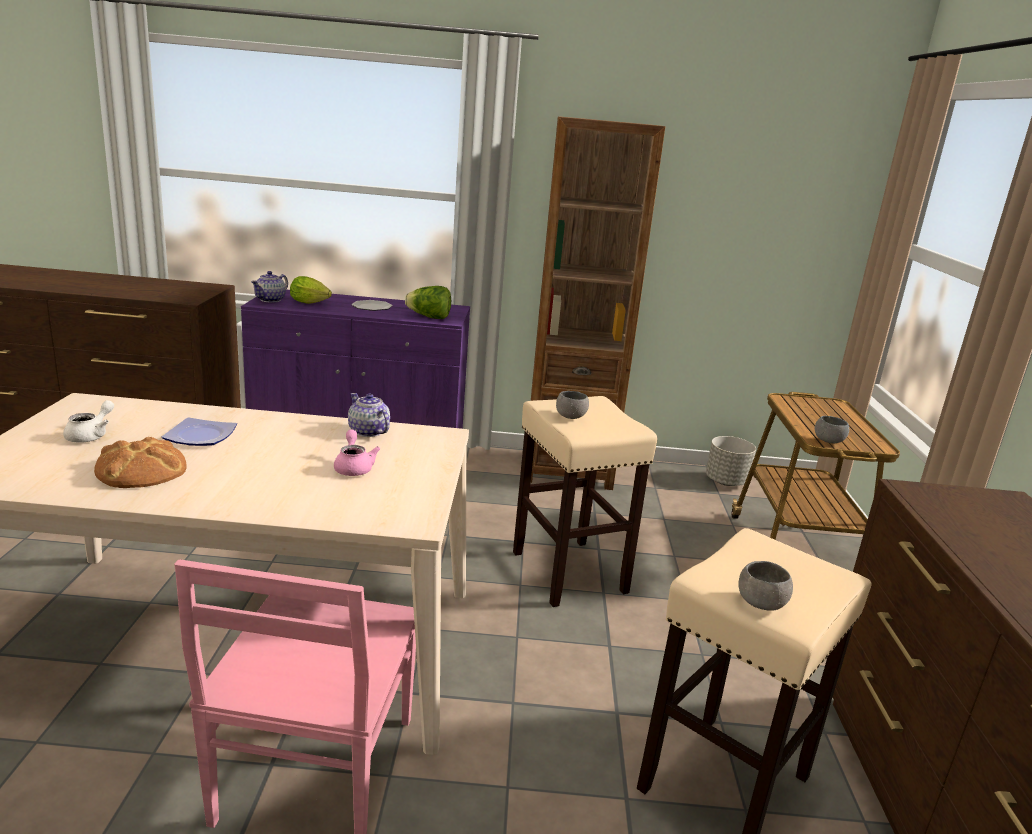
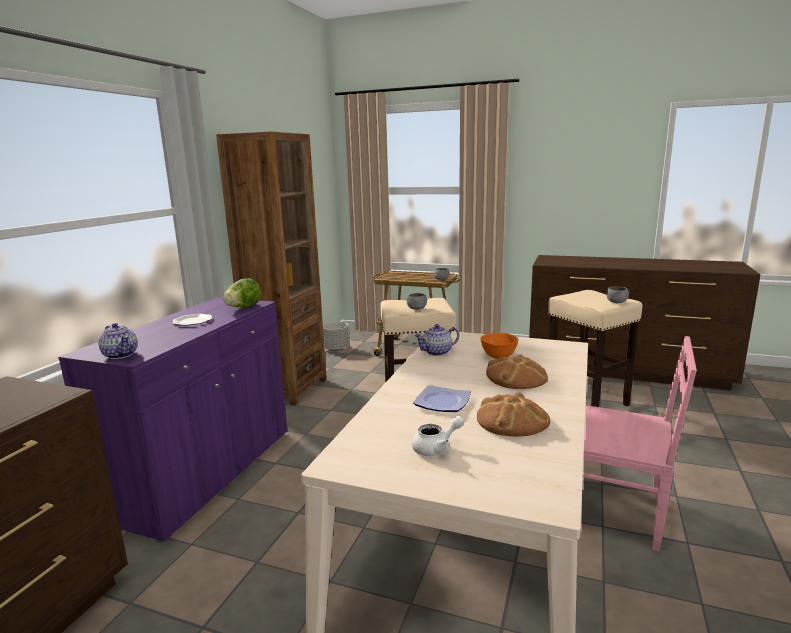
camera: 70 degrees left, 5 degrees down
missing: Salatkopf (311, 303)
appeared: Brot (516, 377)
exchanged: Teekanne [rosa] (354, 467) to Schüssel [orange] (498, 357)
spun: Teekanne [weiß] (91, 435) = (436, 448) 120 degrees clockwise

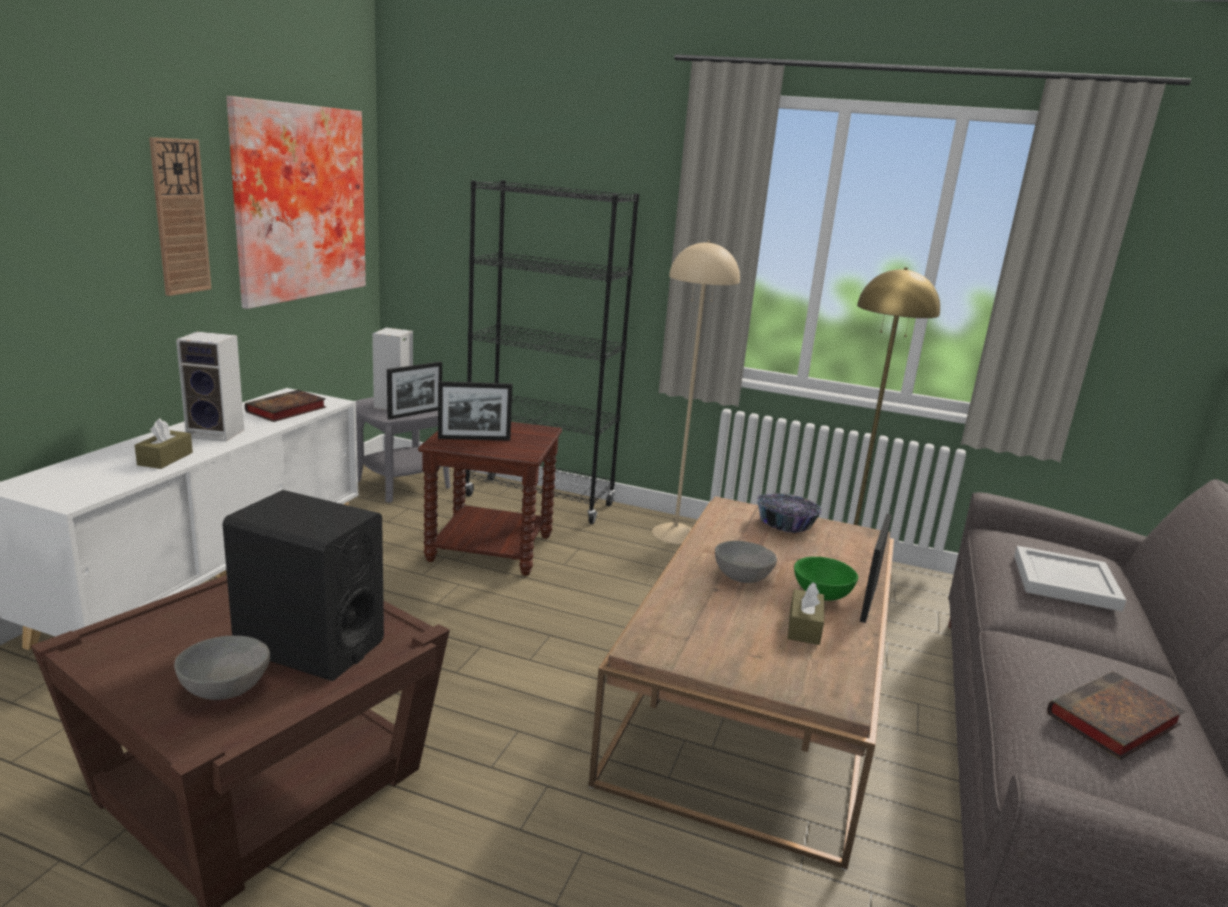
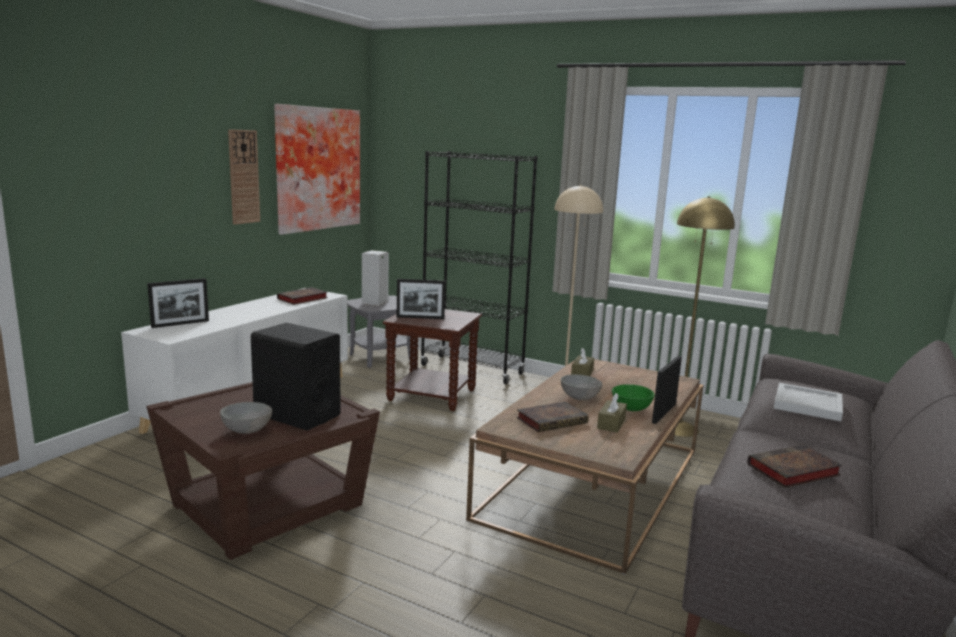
camera: 10 degrees right, 5 degrees down
missing: Lautsprecher (218, 433); Schüssel (786, 524)
appeared: Buch (553, 420)
relocated: Bilderrahmen (415, 414) to (180, 324); Taschentuchbox [braun] (165, 459) to (582, 374)

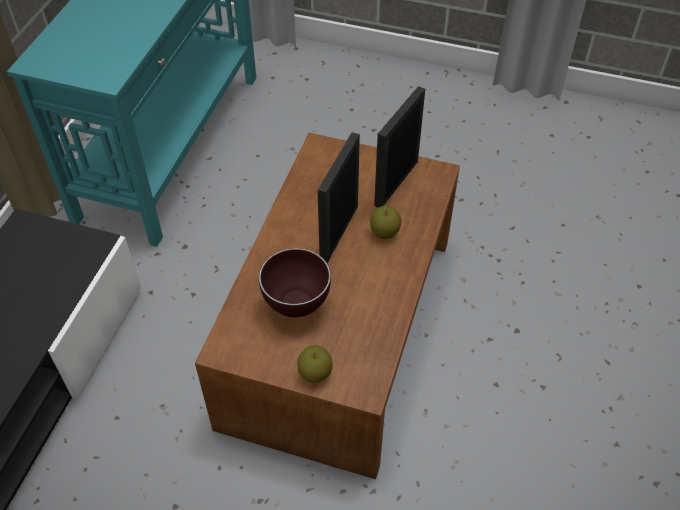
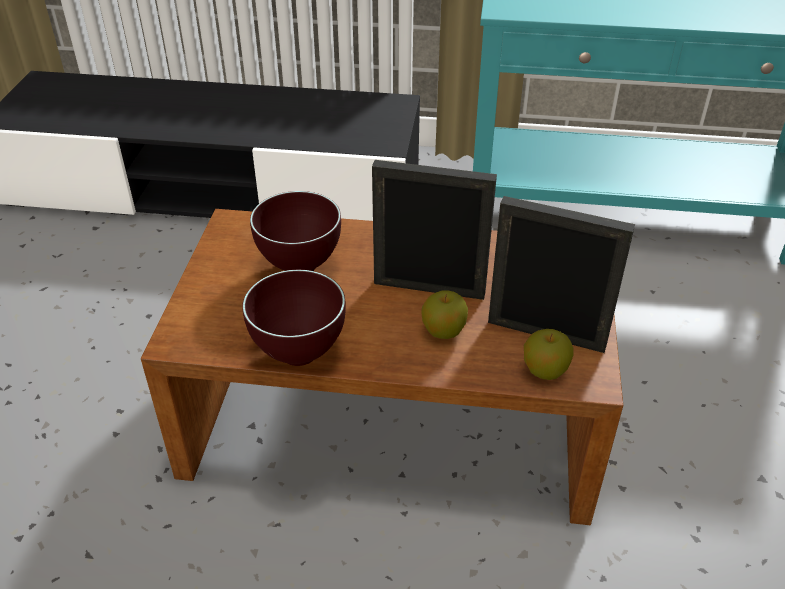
camera: 80 degrees right, 10 degrees down
appeared: Schüssel [braun] (300, 356)
relocated: Apfel (315, 373) to (545, 370)

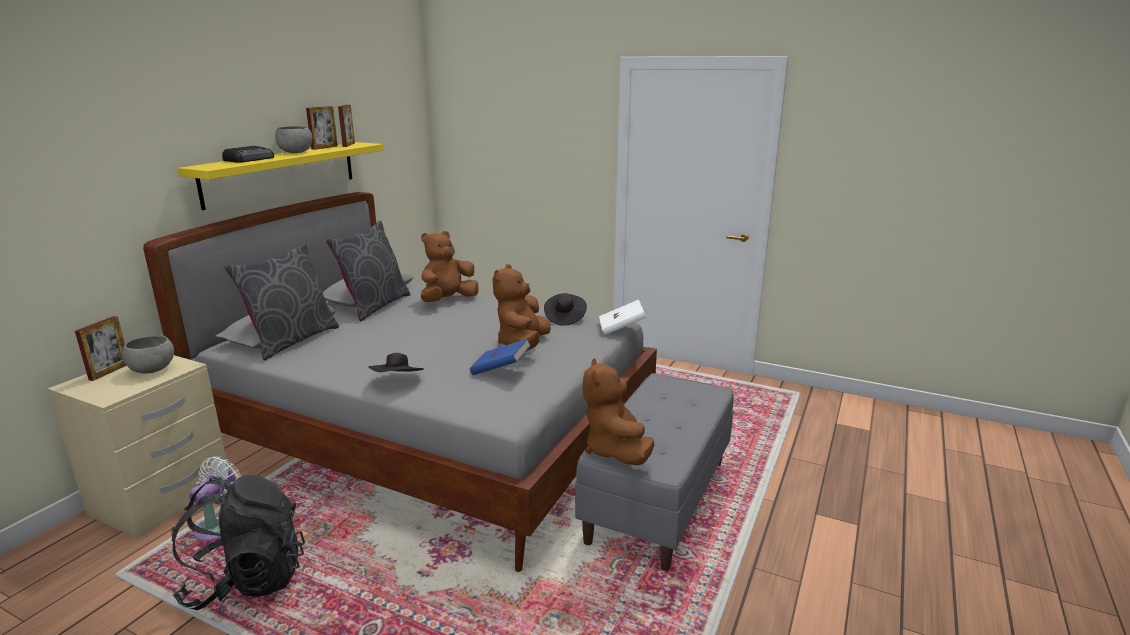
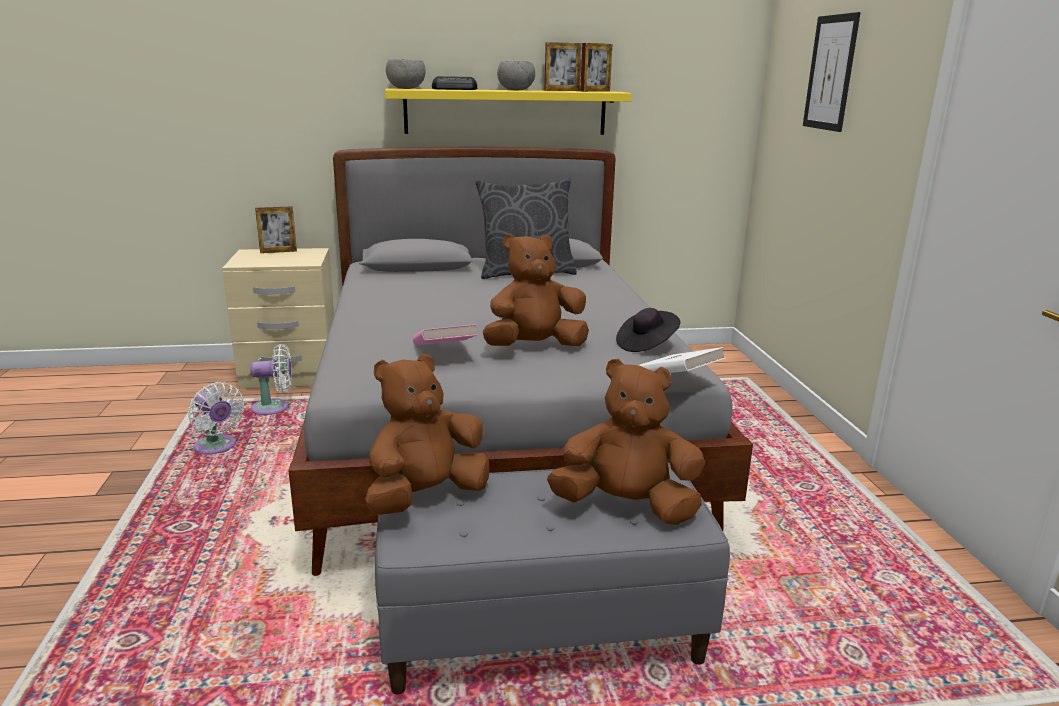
camera: 55 degrees right, 0 degrees up
missing: Kissen [grau] (292, 340); Hut [schwarz] (398, 381)
appeared: Bild (830, 73)
relocated: Schüssel [grau] (152, 370) to (406, 88); Plüschtier [braun] (448, 300) to (626, 506)
exchanged: Rucksack [schwarz] (247, 580) to Ventilator [weiß] (217, 448)
colour: Buch [blau] (500, 370) to Buch [rosa] (444, 352)

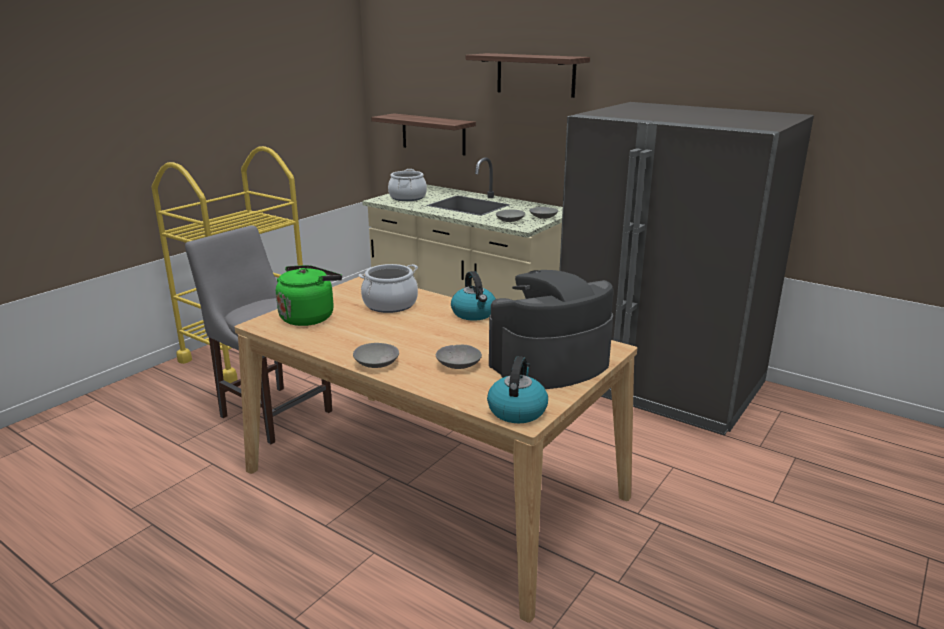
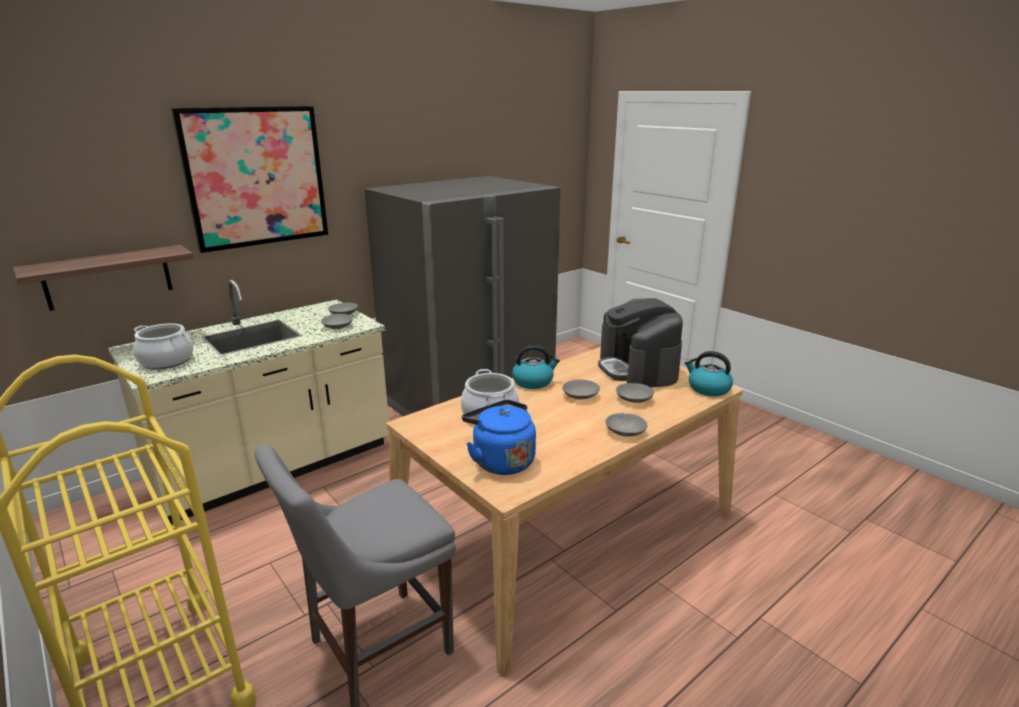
camera: 75 degrees left, 0 degrees up
appeared: Schüssel [grau] (579, 396)
exchanged: Wandregal (535, 75) to Bild (256, 177)
colour: Wasserkessel [grün] (309, 317) to Wasserkessel [blau] (500, 461)

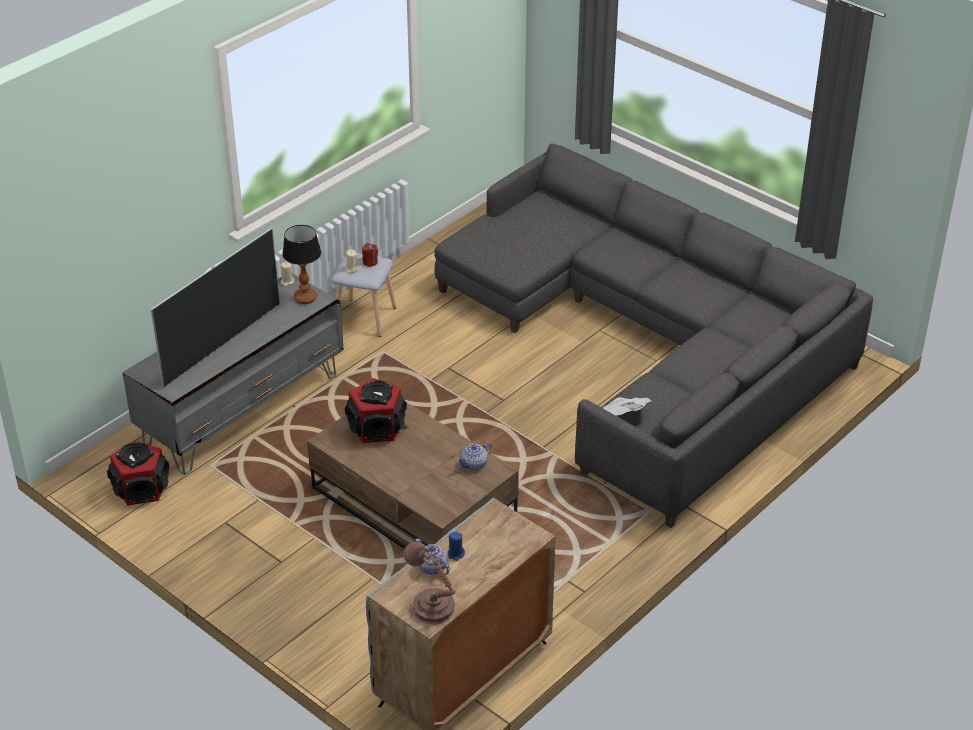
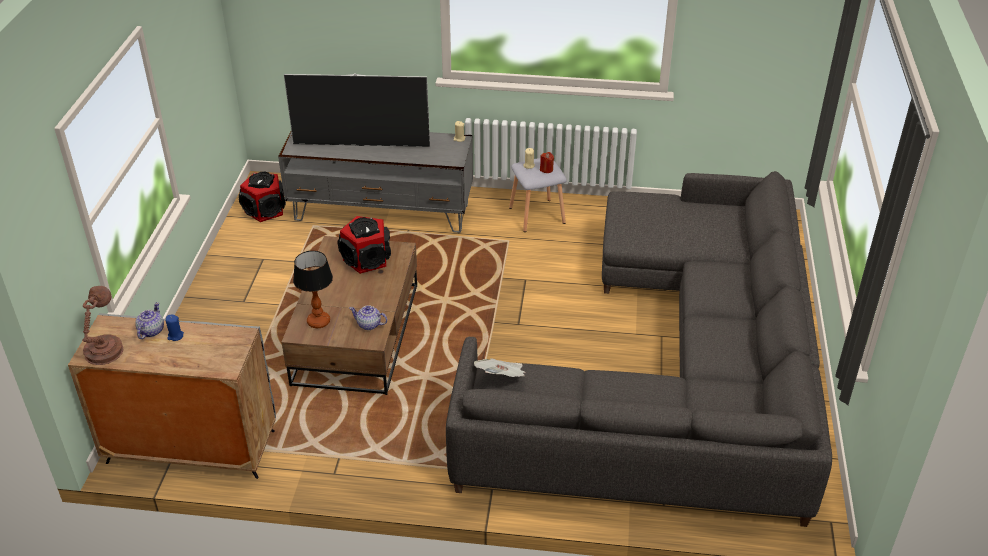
camera: 55 degrees right, 0 degrees up
relocated: Tischlampe (305, 298) to (319, 321)

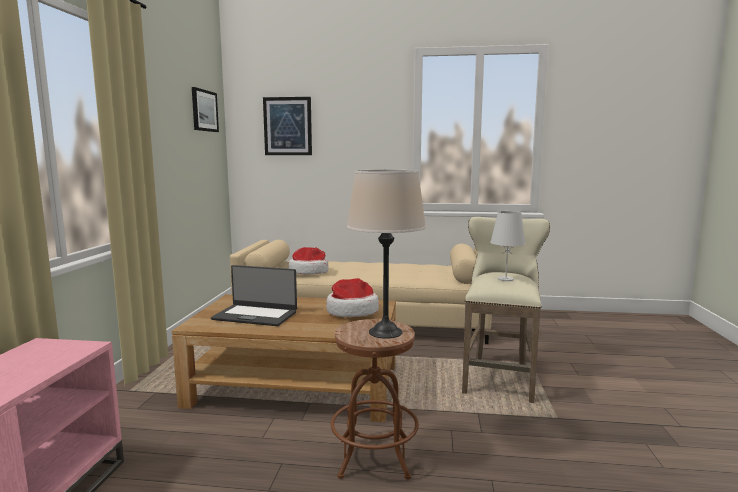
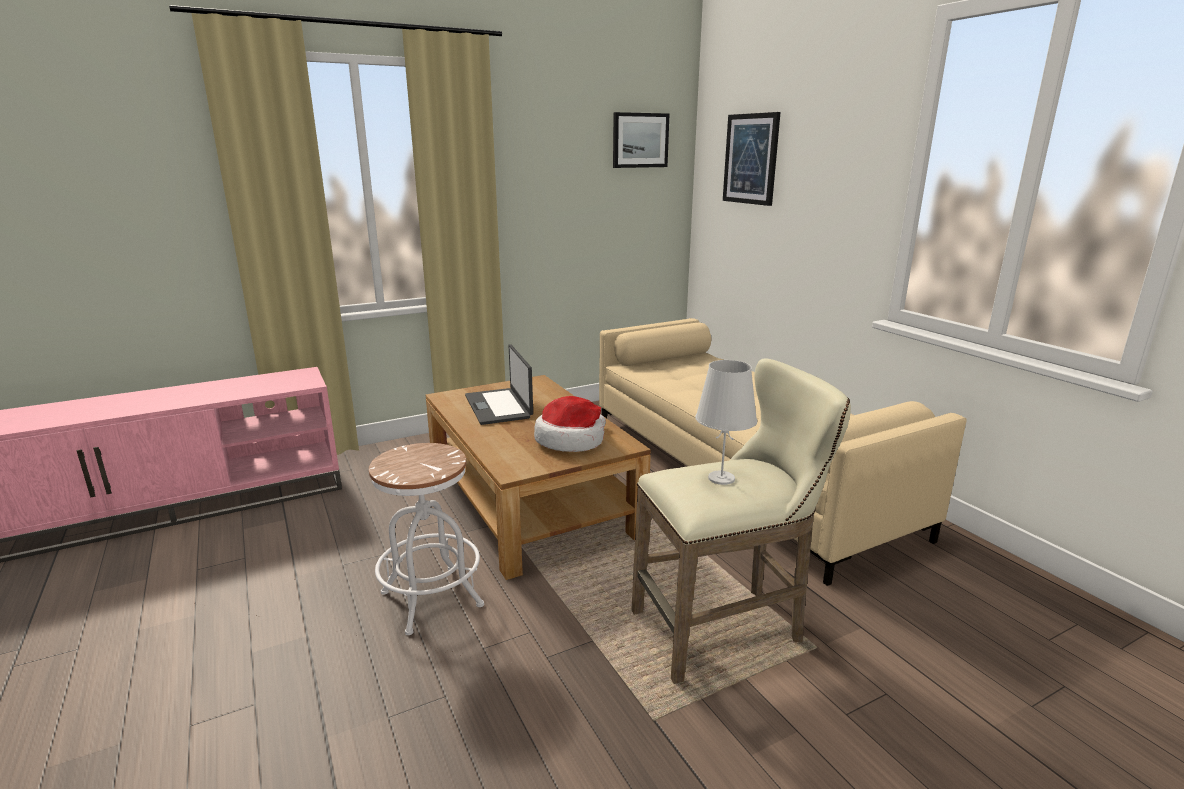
camera: 55 degrees right, 10 degrees up
missing: Hut (309, 272); Tischlampe [beige] (385, 332)
colour: Hocker [braun] (374, 457) to Hocker [weiß] (432, 599)

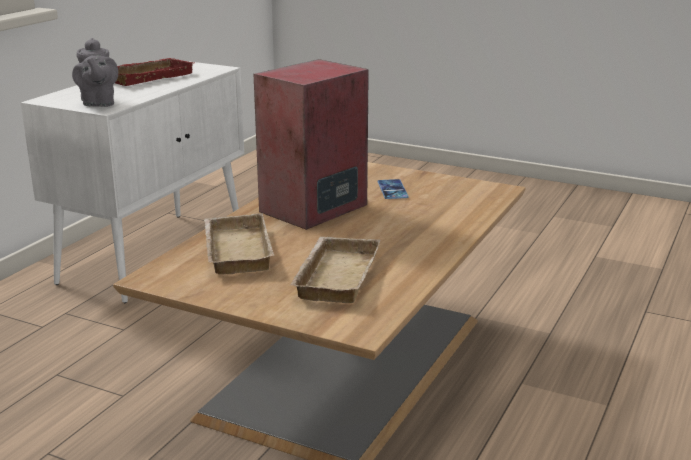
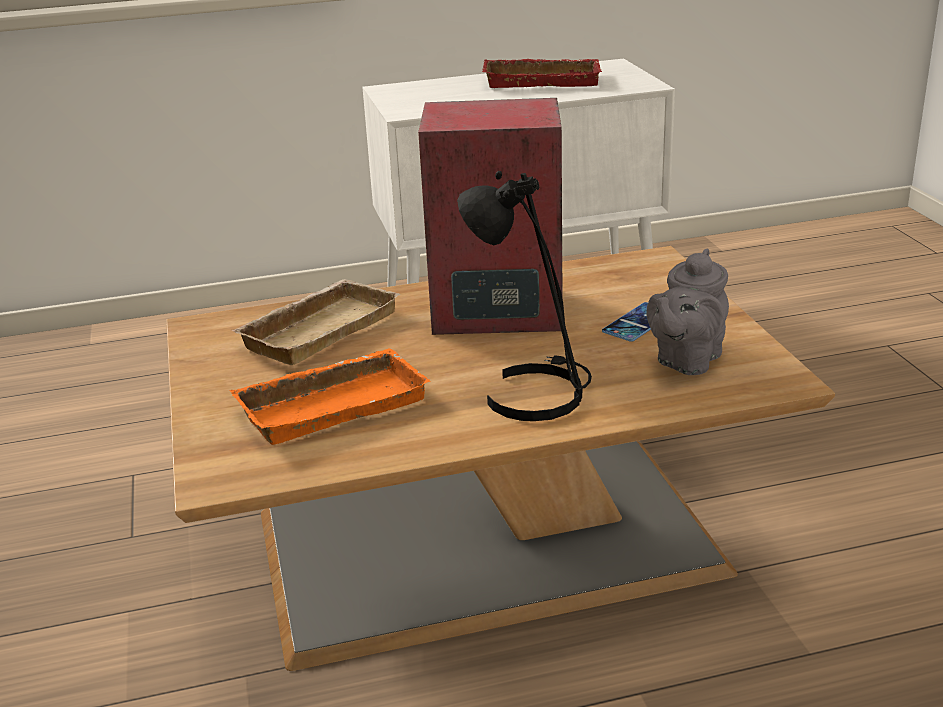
camera: 50 degrees right, 5 degrees up
appeared: Tischlampe [schwarz] (534, 392)
relocated: Teekanne [grau] (98, 103) to (686, 361)
colour: Tablett [beige] (334, 275) to Tablett [orange] (333, 404)

